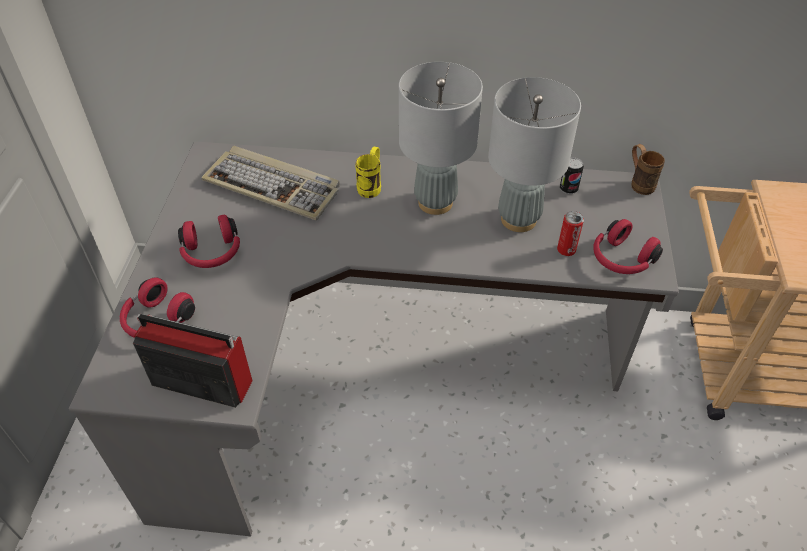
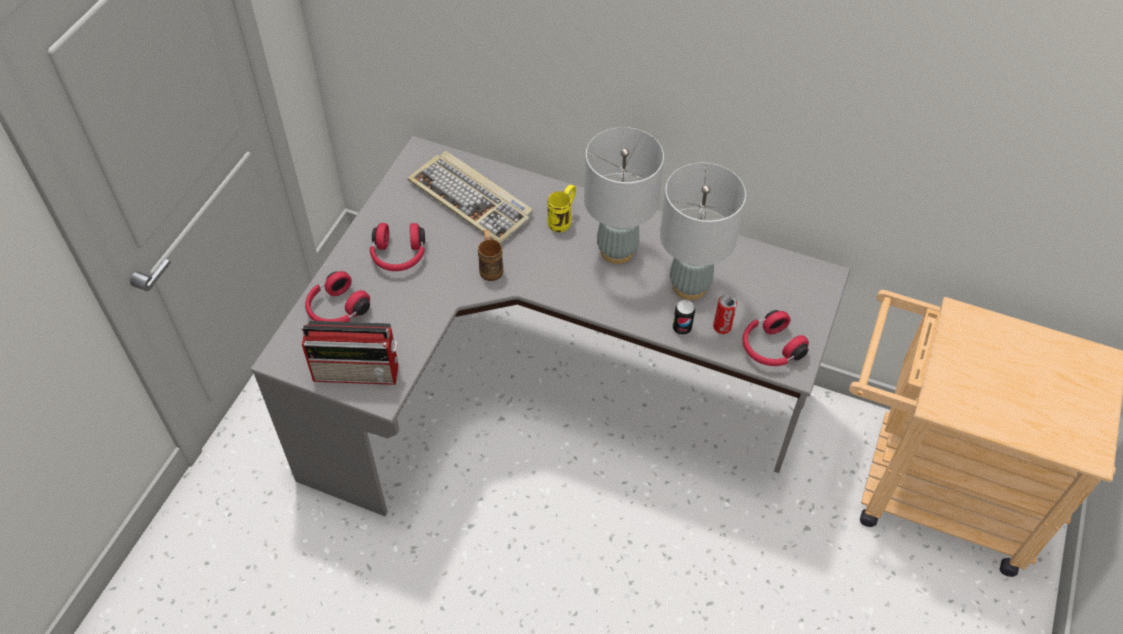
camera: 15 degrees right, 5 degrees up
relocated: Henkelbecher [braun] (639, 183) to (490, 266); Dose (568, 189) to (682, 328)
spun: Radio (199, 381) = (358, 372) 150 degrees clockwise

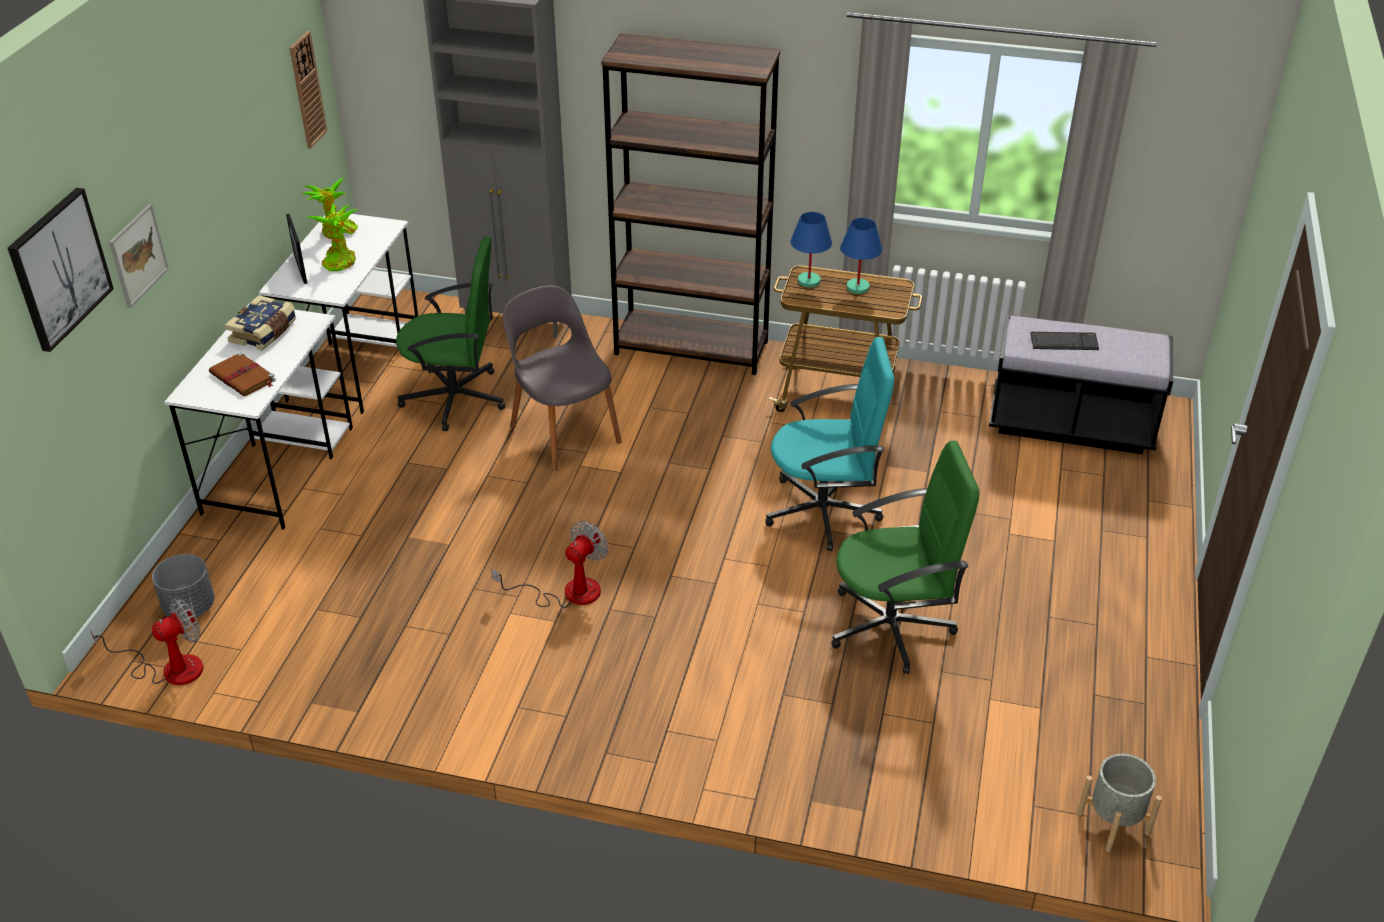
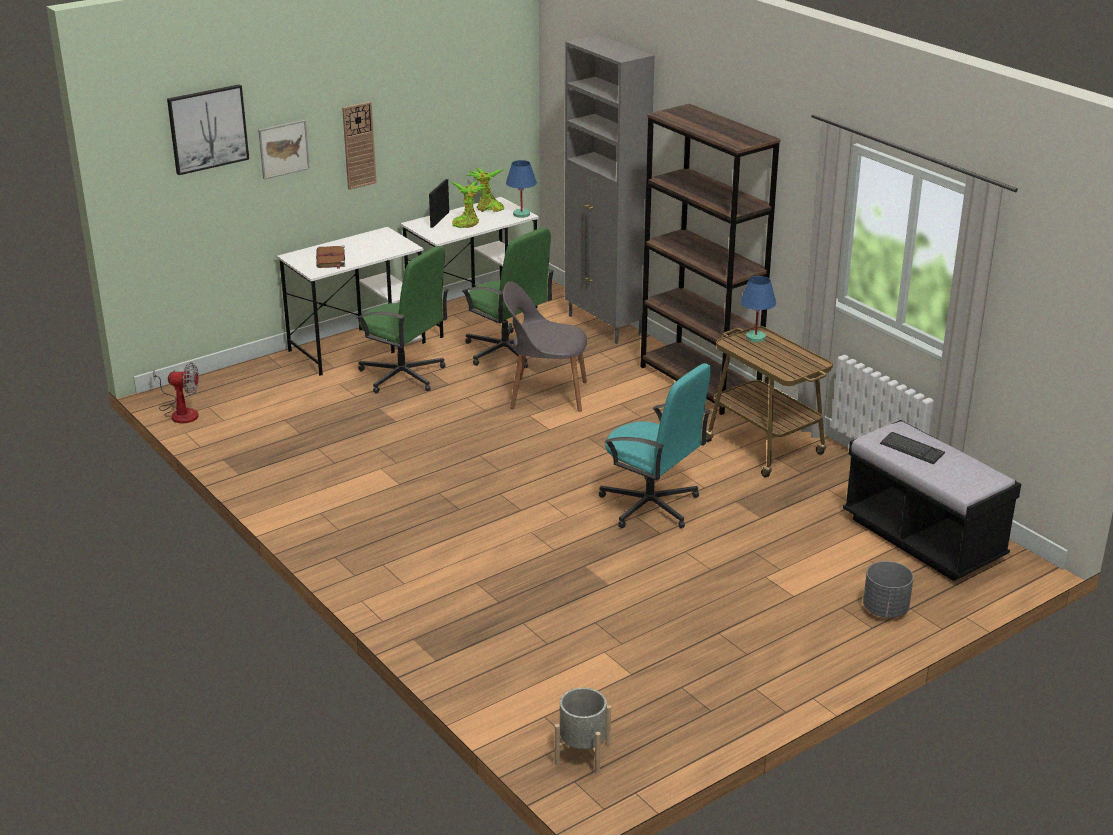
camera: 40 degrees right, 10 degrees down
missing: Buch (264, 332); Ventilator (568, 592)
relocated: Wanduhr (307, 90) to (359, 145); Bürostuhl [grün] (892, 626) to (403, 376); Tischlampe [blau] (858, 287) to (521, 214); Pflanzkübel [grau] (190, 607) to (885, 610)
spun: Stuhl [grau] (564, 432) = (546, 394) 90 degrees counterclockwise

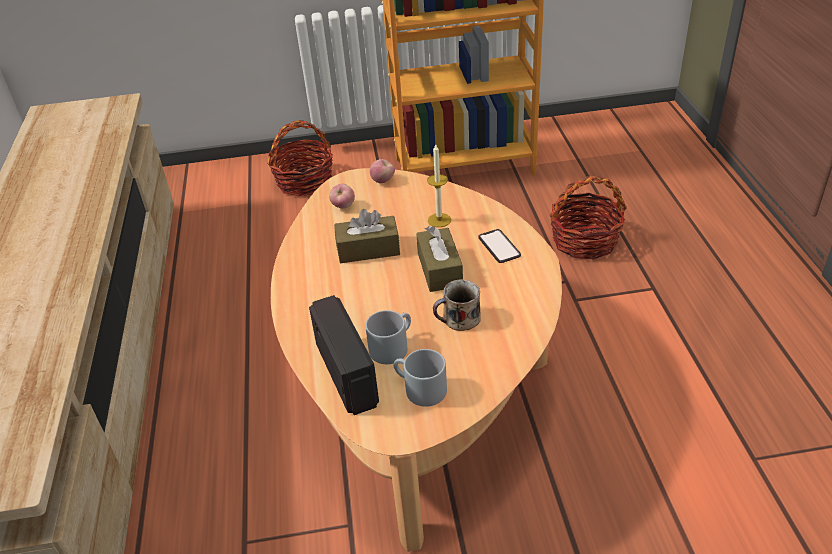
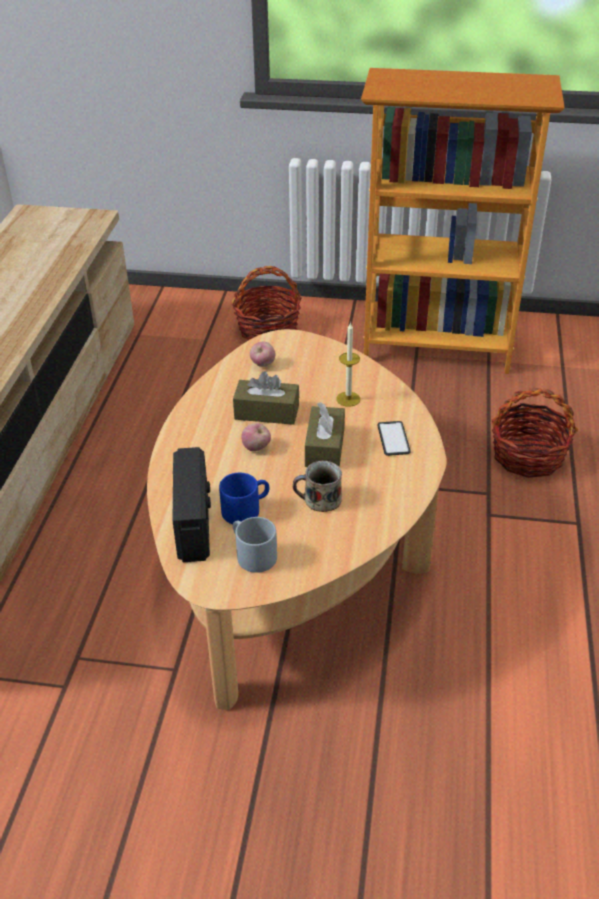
camera: 15 degrees right, 0 degrees up
relocated: Apfel (383, 181) to (256, 448)
colour: Henkelbecher [grau] (392, 346) to Henkelbecher [blau] (246, 509)

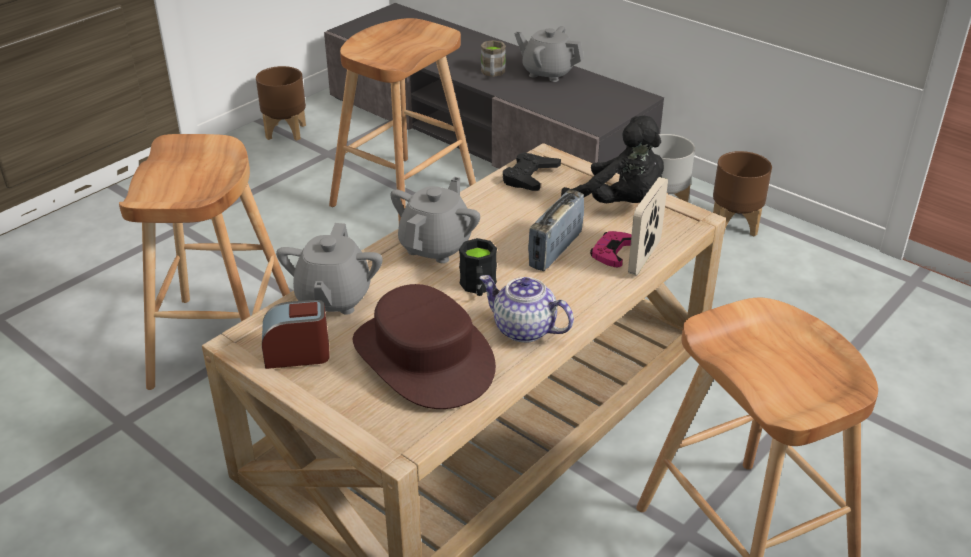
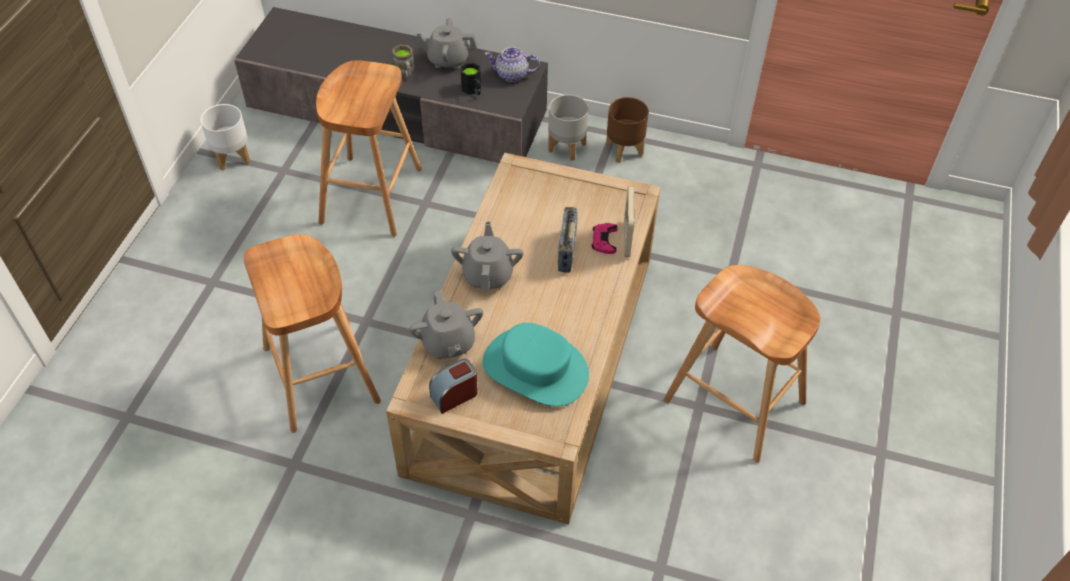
camera: 25 degrees left, 15 degrees up
missing: Gamepad [schwarz] (529, 177); Plüschtier [schwarz] (620, 204)
relocated: Henkelbecher [schwarz] (478, 287) to (473, 90); Teekanne (523, 329) to (511, 75)
colour: Pflanzkübel [braun] (285, 132) to Pflanzkübel [weiß] (232, 158); Hut [braun] (424, 357) to Hut [türkis] (536, 368)

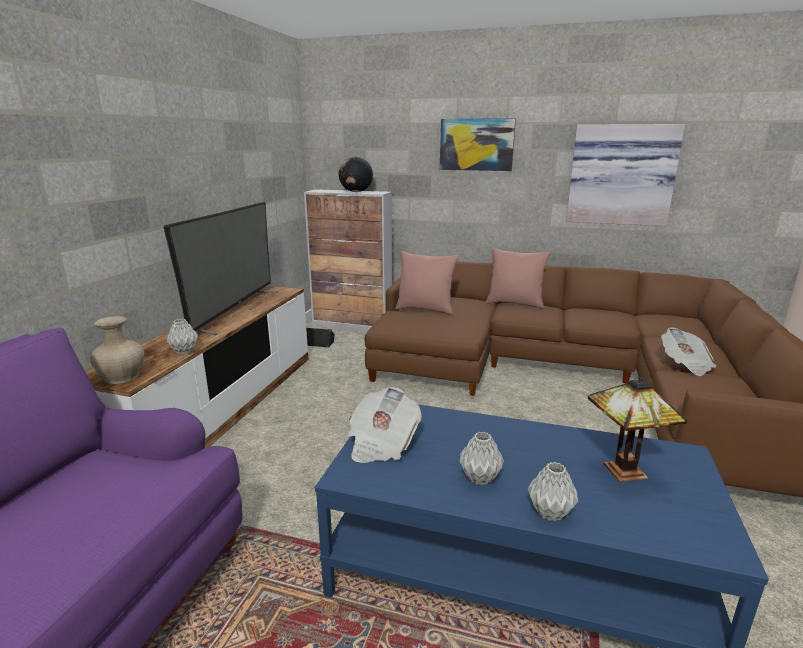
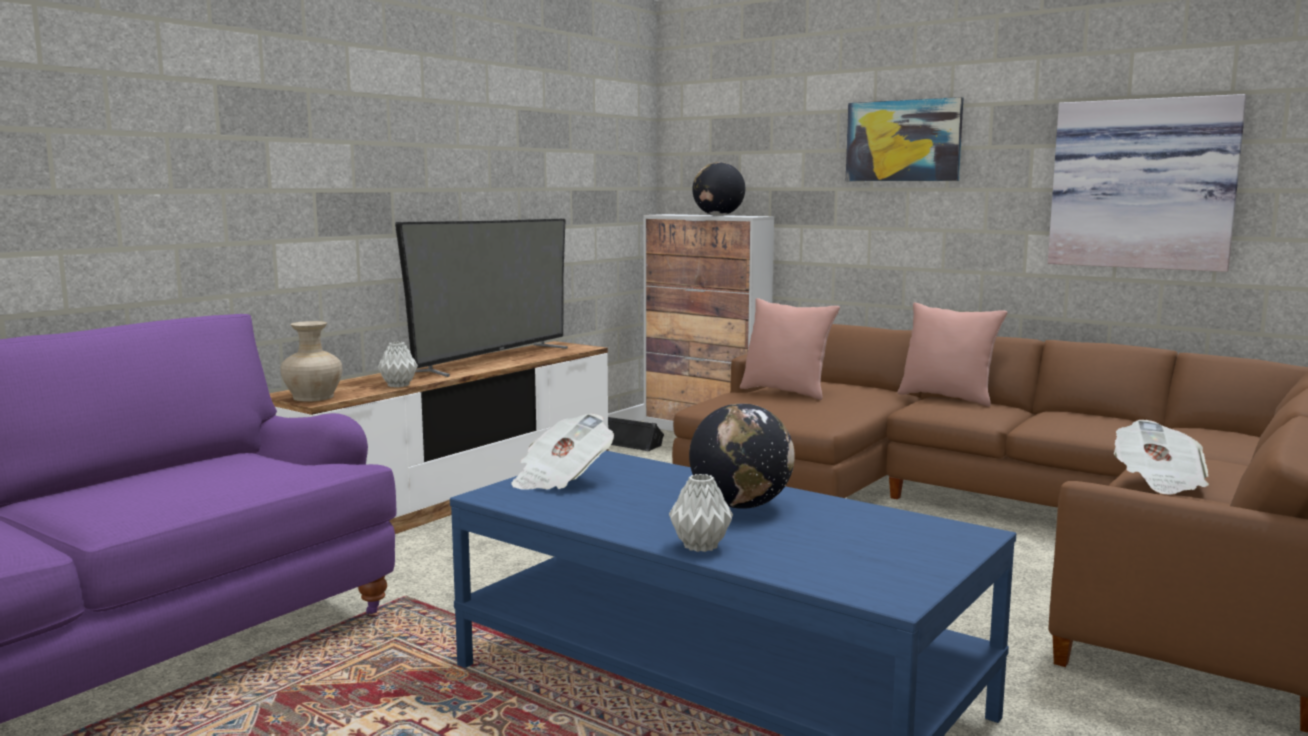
camera: 20 degrees right, 10 degrees down
missing: Vase [grau] (479, 478); Tischlampe (623, 472)
appeared: Globus (741, 505)

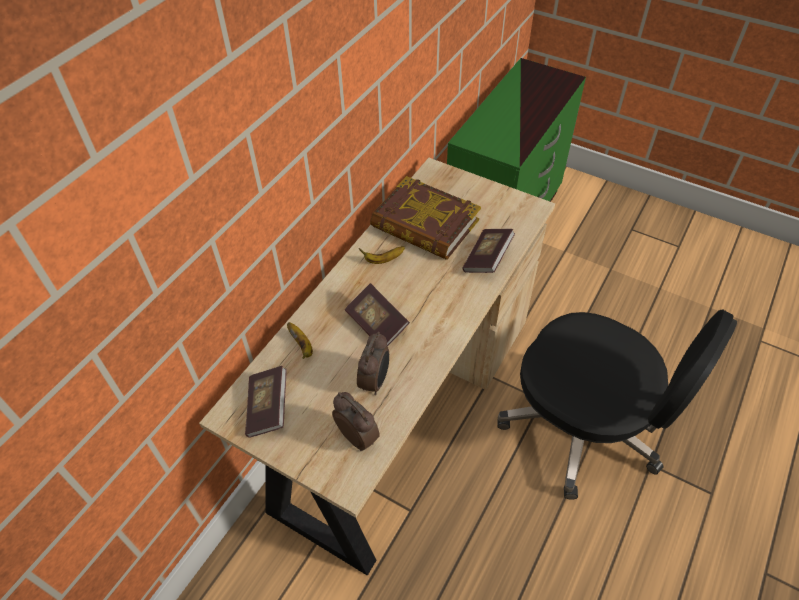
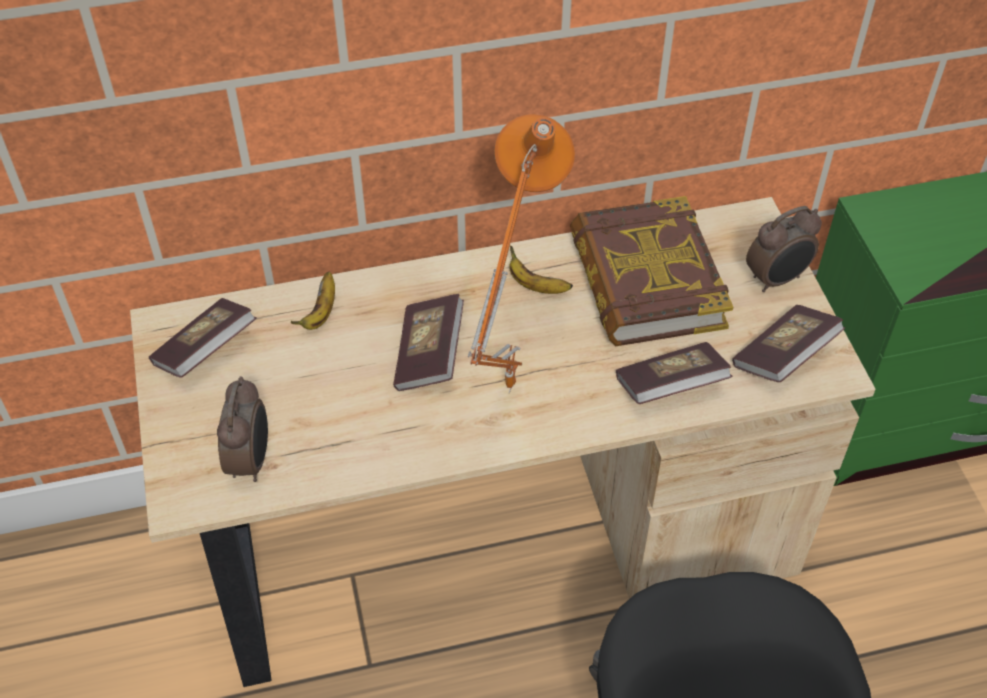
camera: 45 degrees right, 0 degrees up
appeared: Tischlampe [orange] (505, 386); Buch (784, 357)
relocated: Wecker (375, 381) to (777, 279)

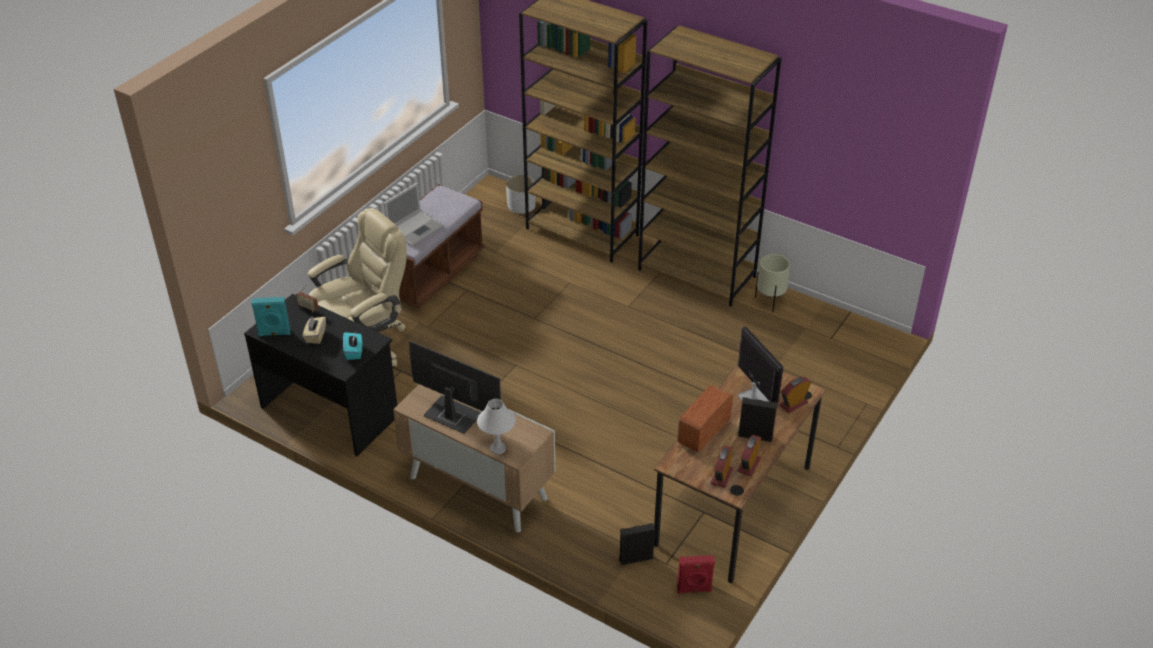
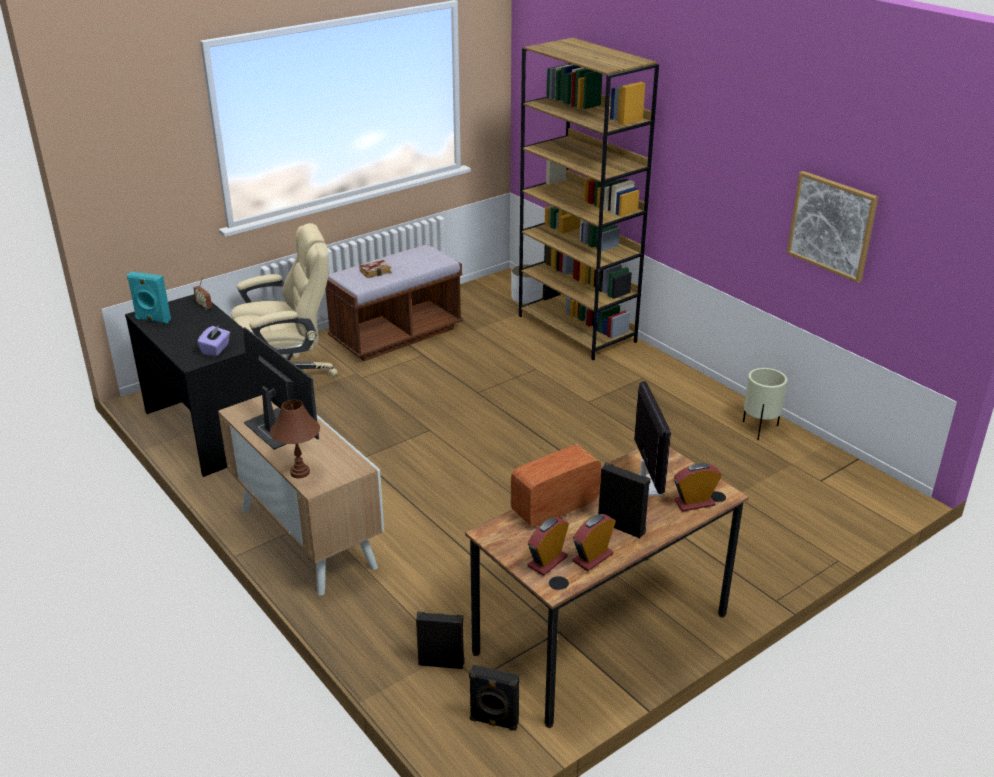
camera: 20 degrees right, 10 degrees down
missing: Taschentuchbox [beige] (315, 336); Bücherregal [braun] (697, 273)
appeared: Bild (832, 225)
exchanged: Laptop (416, 227) to Buch (376, 271)
colour: Taschentuchbox [türkis] (354, 352) to Taschentuchbox [lila] (216, 349); Tischlampe [weiß] (498, 449) to Tischlampe [braun] (300, 473); Lautsprecher [rot] (694, 590) to Lautsprecher [schwarz] (493, 722)

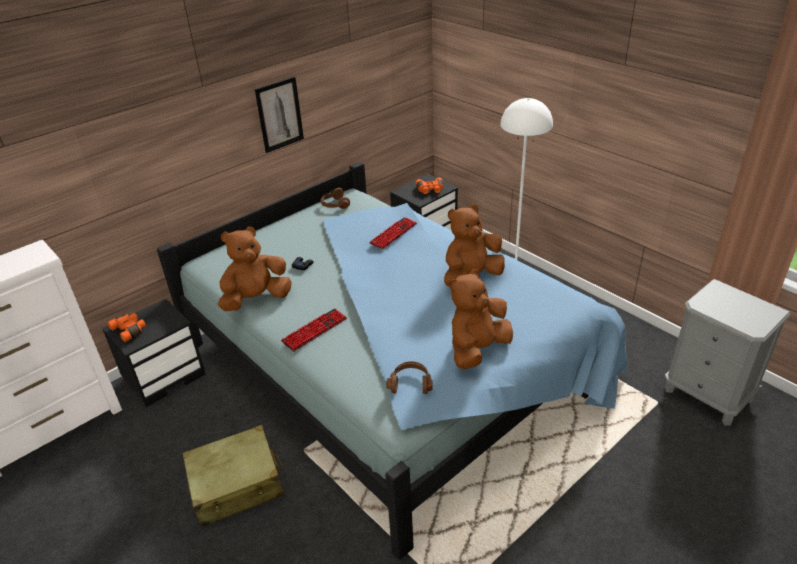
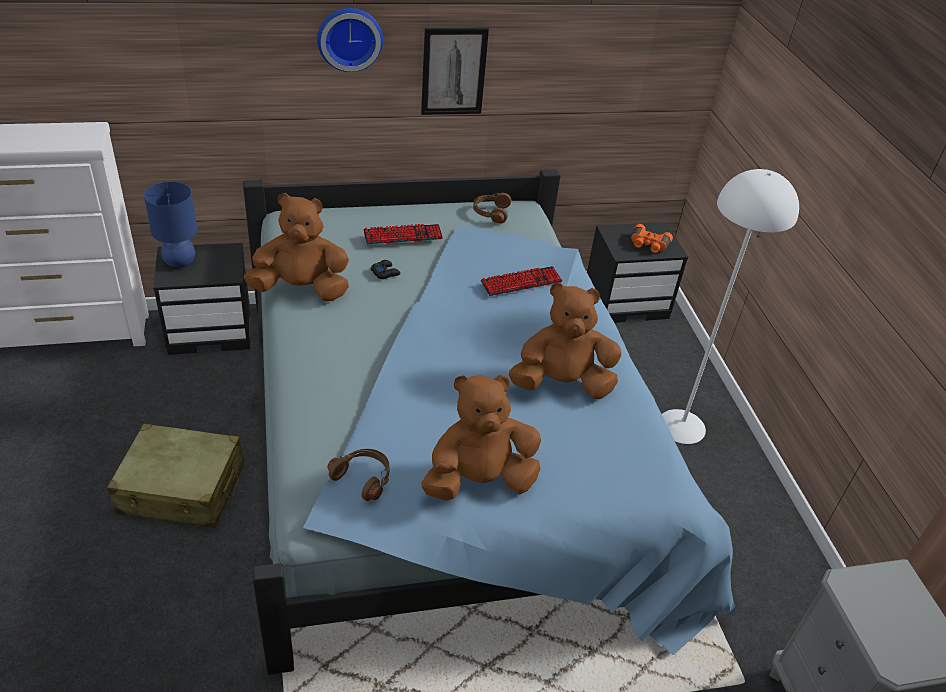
camera: 25 degrees right, 5 degrees up
appeared: Wanduhr (349, 38)
relocated: Tastatur (314, 330) to (403, 235)
exchanged: Fernglas [orange] (130, 330) to Tischlampe [blau] (180, 262)

